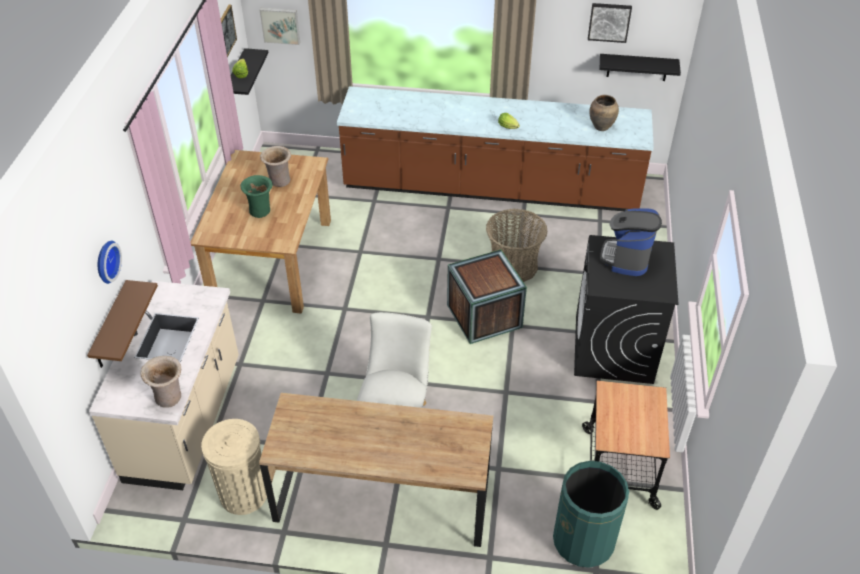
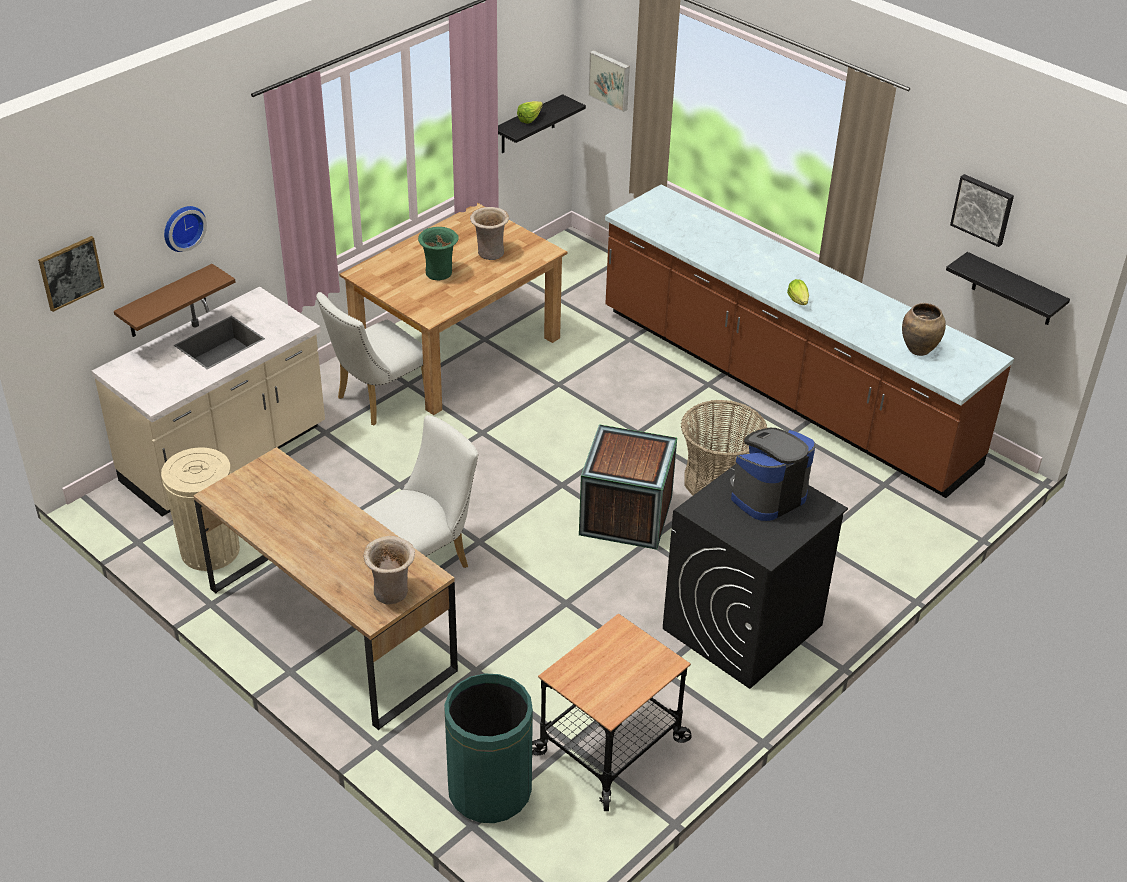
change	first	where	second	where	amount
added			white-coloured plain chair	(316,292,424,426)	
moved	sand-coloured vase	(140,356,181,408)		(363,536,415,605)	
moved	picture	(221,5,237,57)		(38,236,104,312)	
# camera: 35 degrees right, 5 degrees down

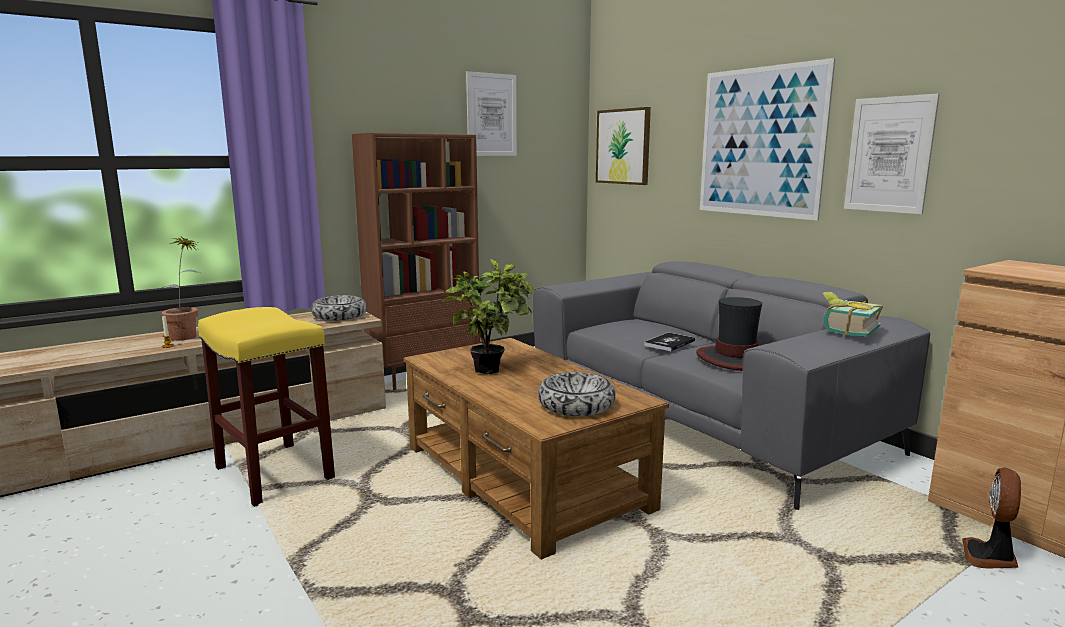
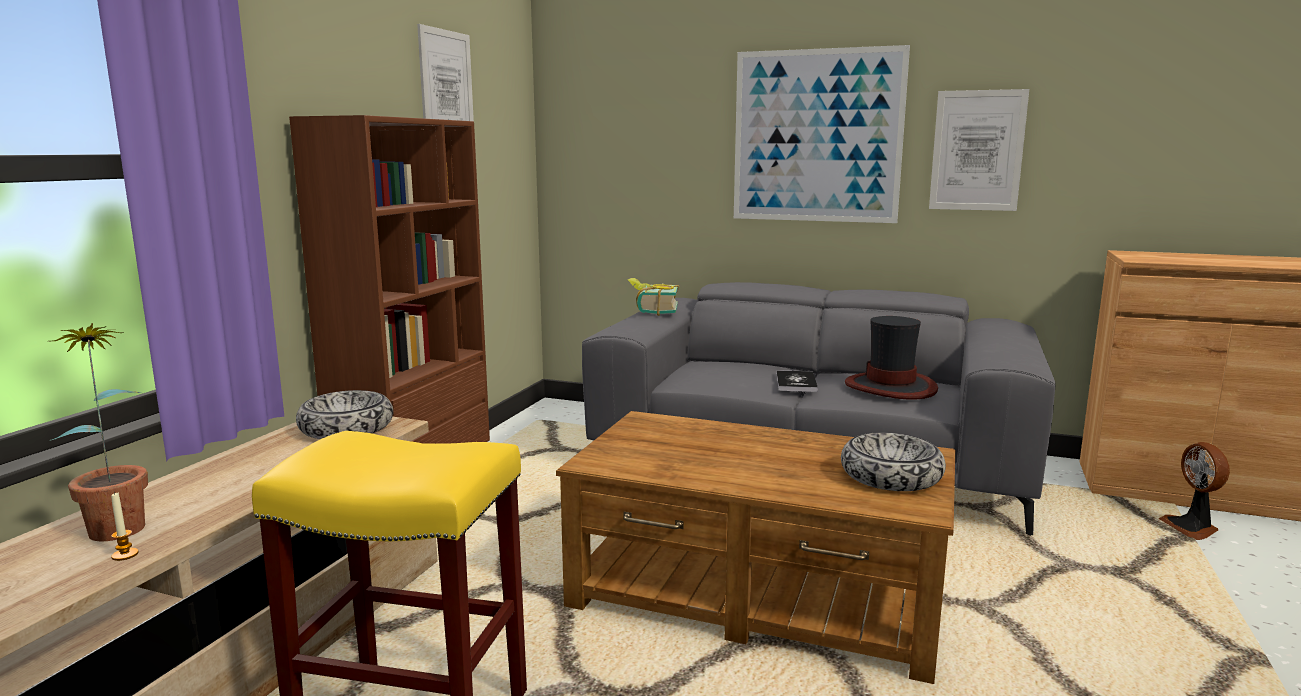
change	first	where	second	where	amount
removed	plant in a pot	(442,259,535,374)			
removed	picture	(596,107,651,185)			
moved	book	(823,291,883,337)		(628,278,679,316)	
# camera: 35 degrees left, 0 degrees up

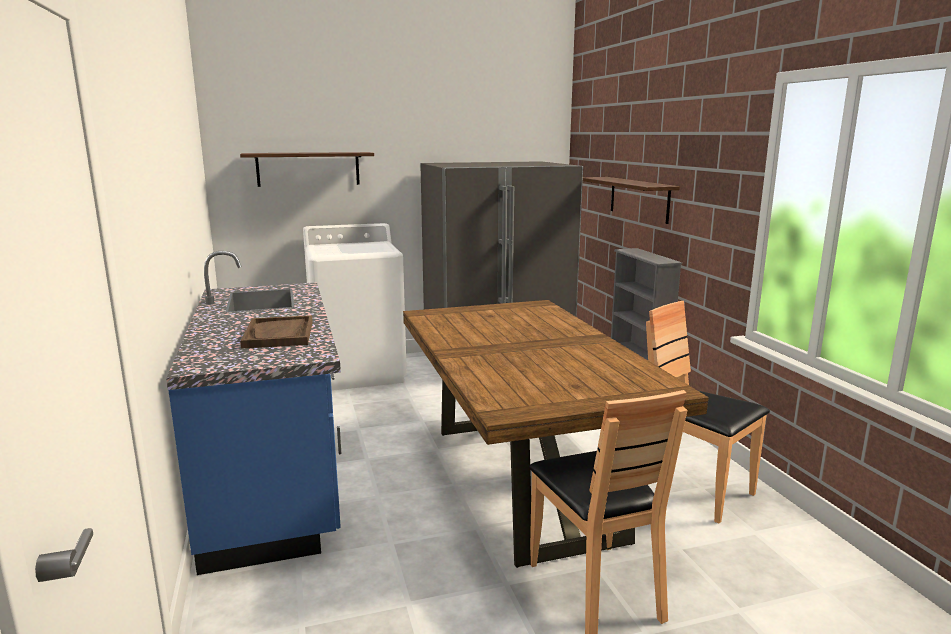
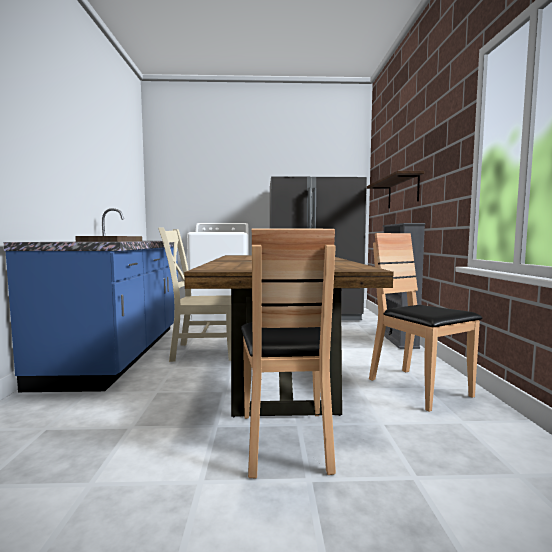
change	first	where	second	where	amount
removed	wall shelf	(240,152,374,187)			
added			sand-coloured plain chair	(158,228,231,362)	
# camera: 15 degrees right, 10 degrees down

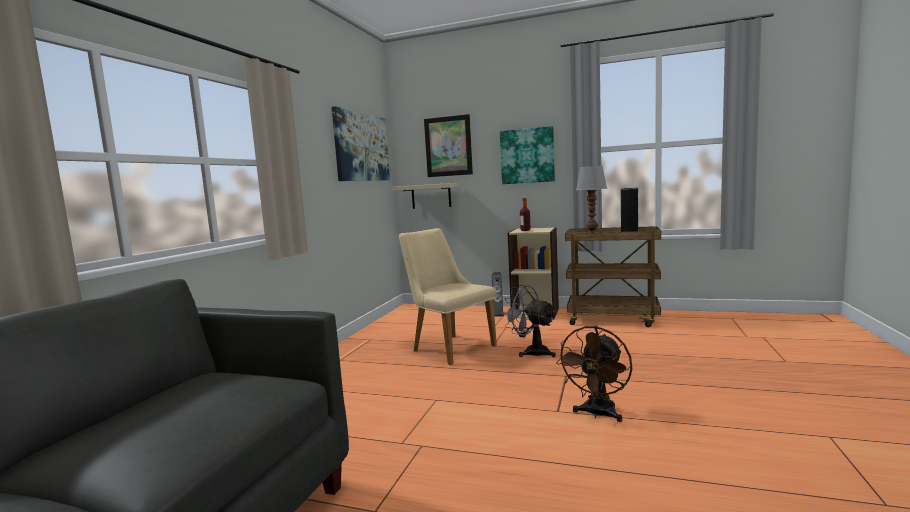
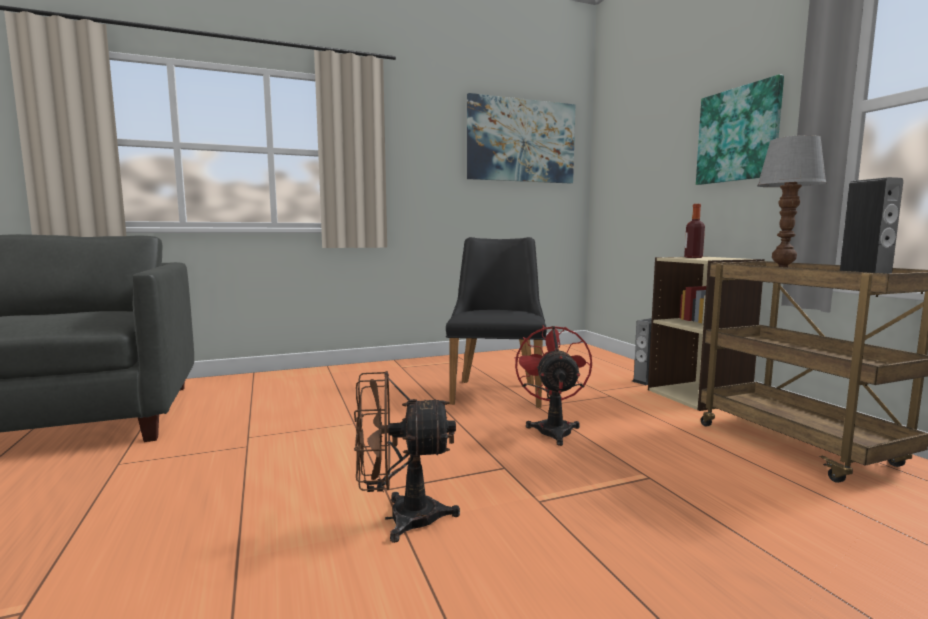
change	first	where	second	where	amount
removed	sand-coloured wall shelf	(393,183,458,209)			
removed	picture	(424,114,473,177)			
recoloured	sand-coloured plain chair	(399,228,497,365)	blackish plain chair	(446,237,547,408)	
recoloured	grey fan	(502,285,556,357)	reddish fan	(515,326,592,446)	
# camera: 50 degrees right, 0 degrees up

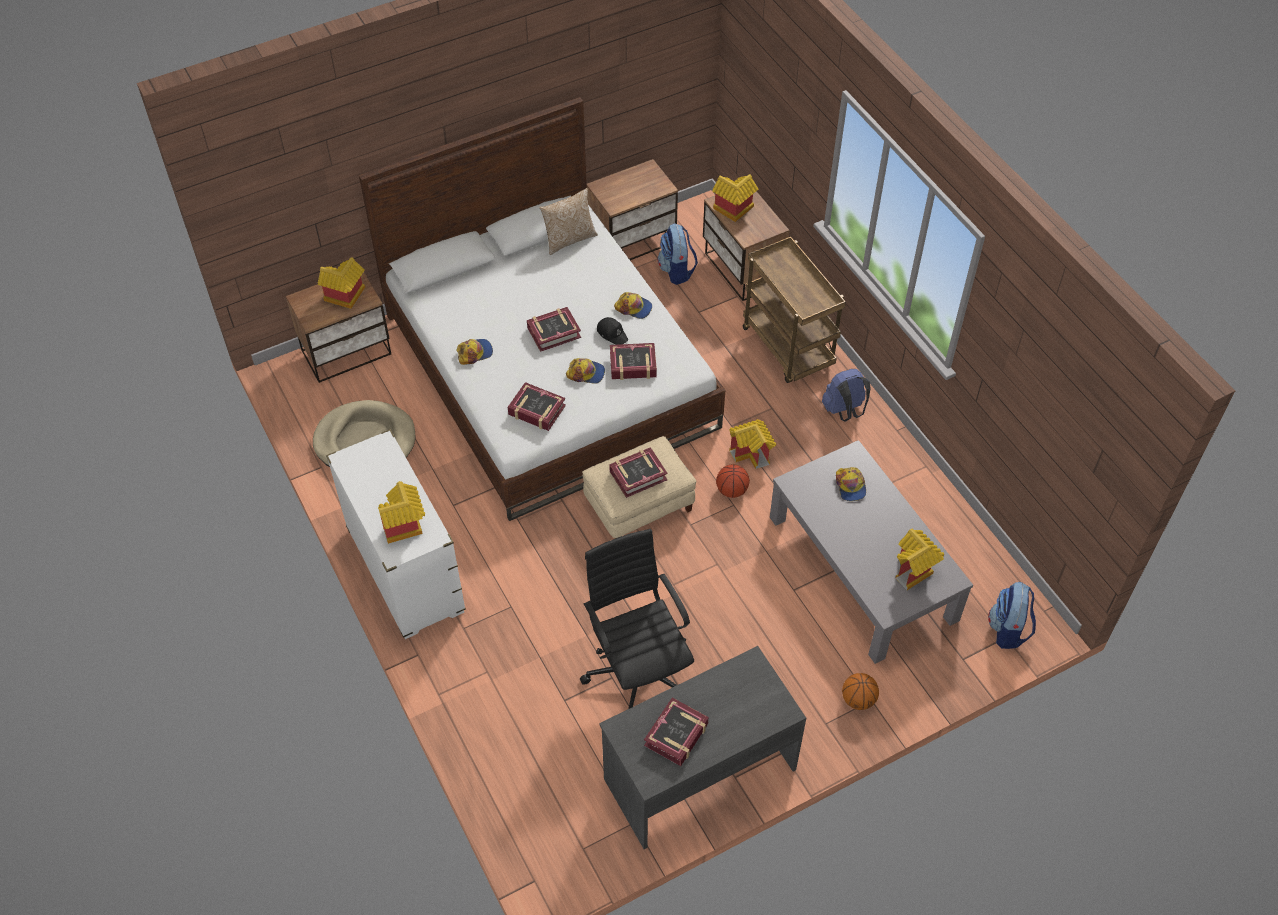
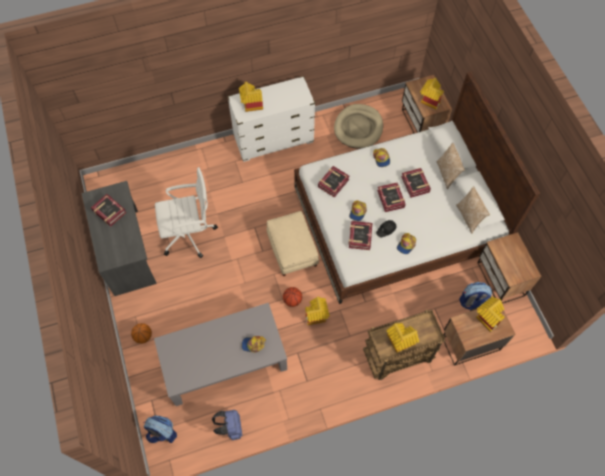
change	first	where	second	where	amount
added			pillow	(437,143,465,189)	
moved	book	(609,447,668,498)		(401,168,431,198)	
moved	blue-coloured backpack	(822,369,871,422)		(212,410,242,440)	
moved	toy house	(896,528,944,590)		(386,323,419,353)	
recoloured	blackish computer chair	(580,529,694,709)	white-coloured computer chair	(155,167,218,258)	
# camera: 100 degrees right, 10 degrees up

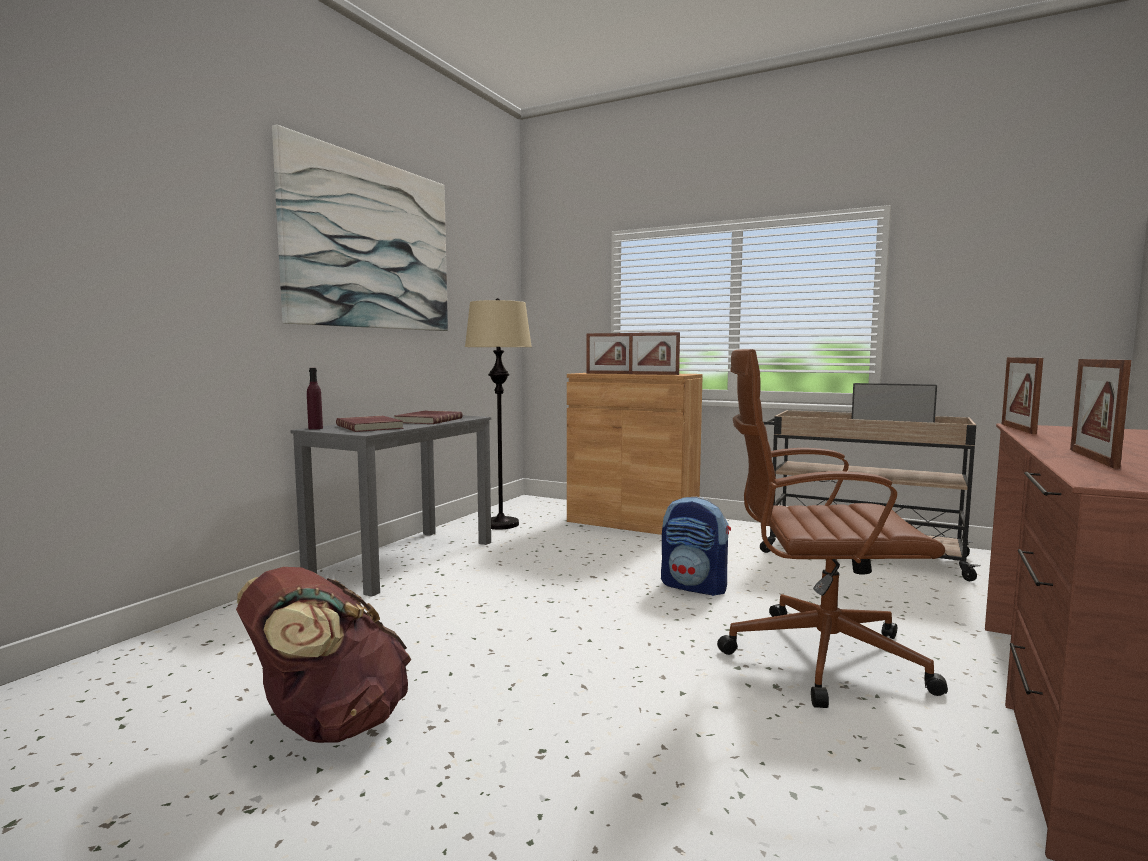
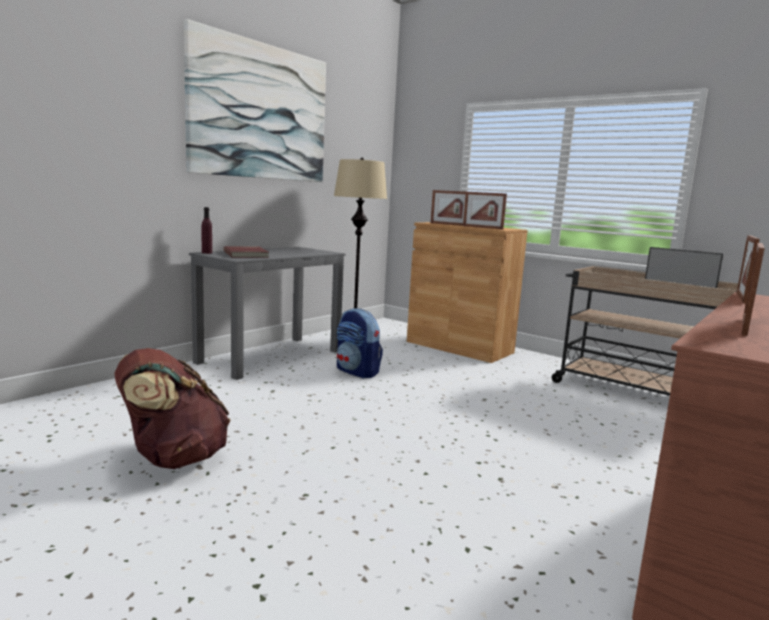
change	first	where	second	where	amount
removed	reddish book	(394,411,462,424)			
removed	brownish computer chair	(717,349,948,708)			
moved	backpack	(661,497,731,596)		(337,308,383,378)	
# camera: 10 degrees right, 5 degrees up

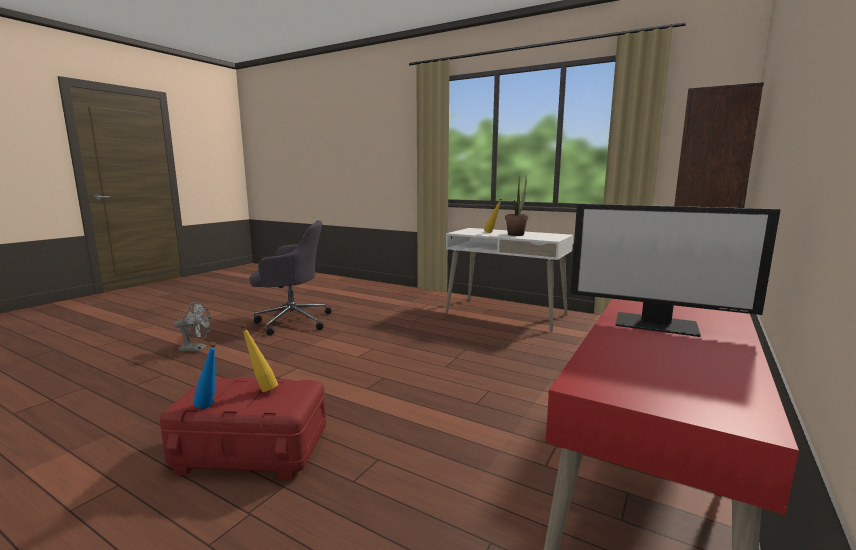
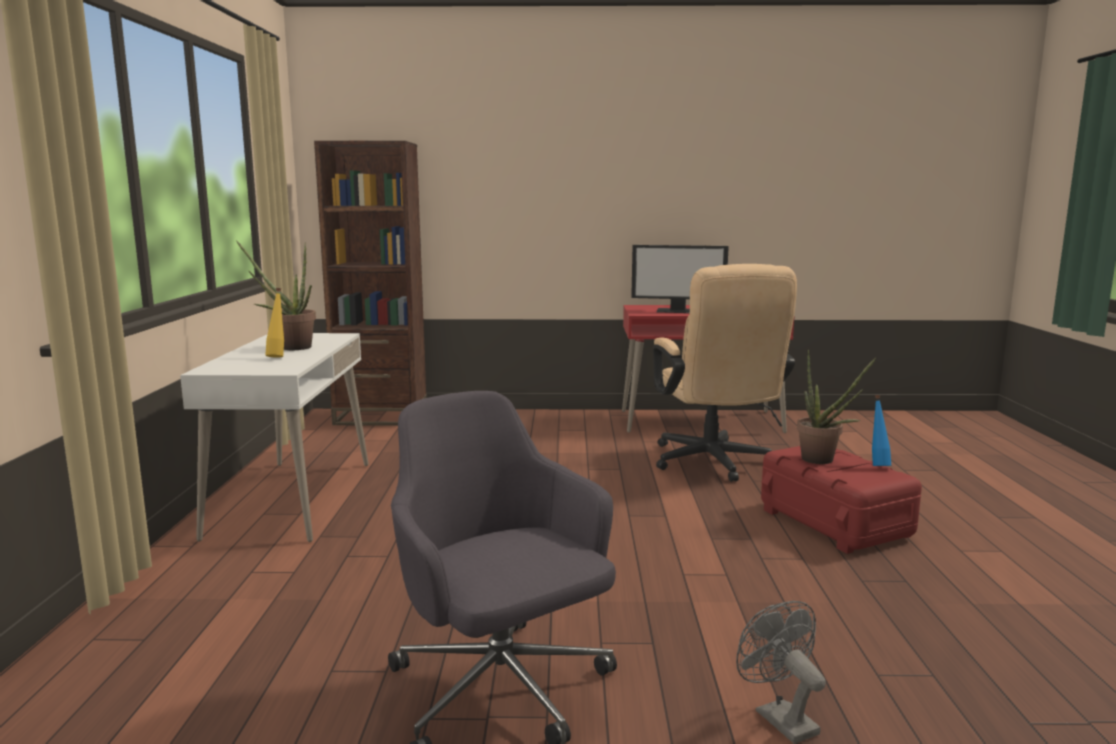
change	first	where	second	where	amount
added			sand-coloured computer chair	(653,264,797,482)	
replaced	yellowish bottle	(241,325,278,392)	plant in a pot	(797,350,876,464)	
turned	monitor	(570,204,781,337)		(631,245,729,313)	105 degrees clockwise
# camera: 120 degrees left, 0 degrees up

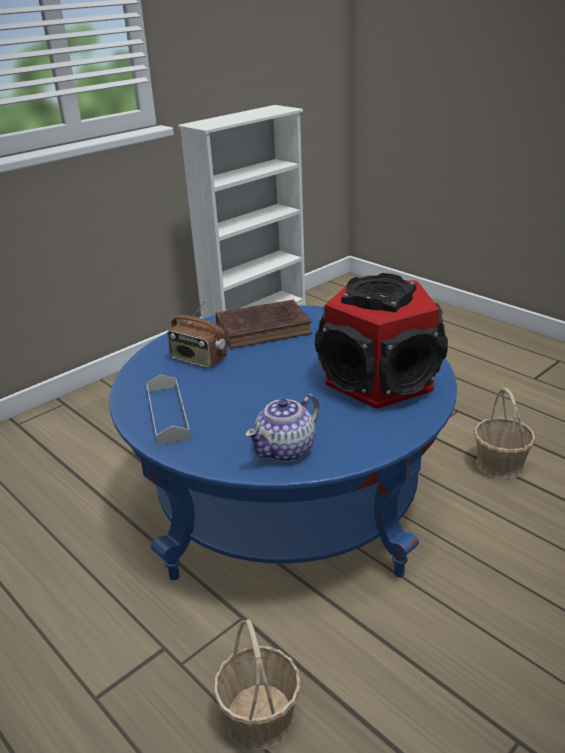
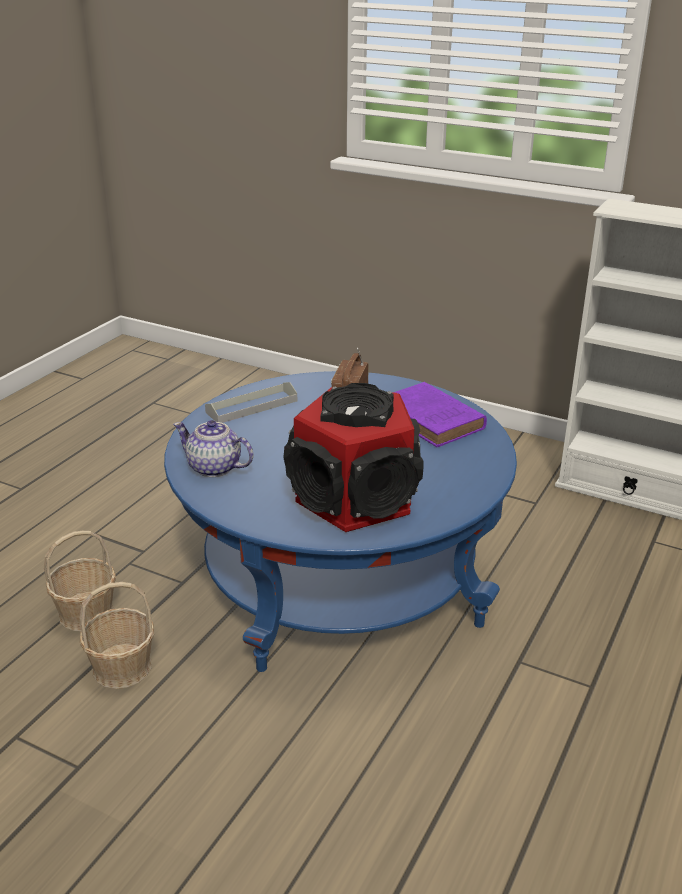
change	first	where	second	where	amount
moved	household basket	(474,388,535,479)		(80,582,154,689)	
recoloured	brownish book	(216,299,312,349)	purple-coloured book	(393,382,487,447)	
# camera: 70 degrees right, 0 degrees up

